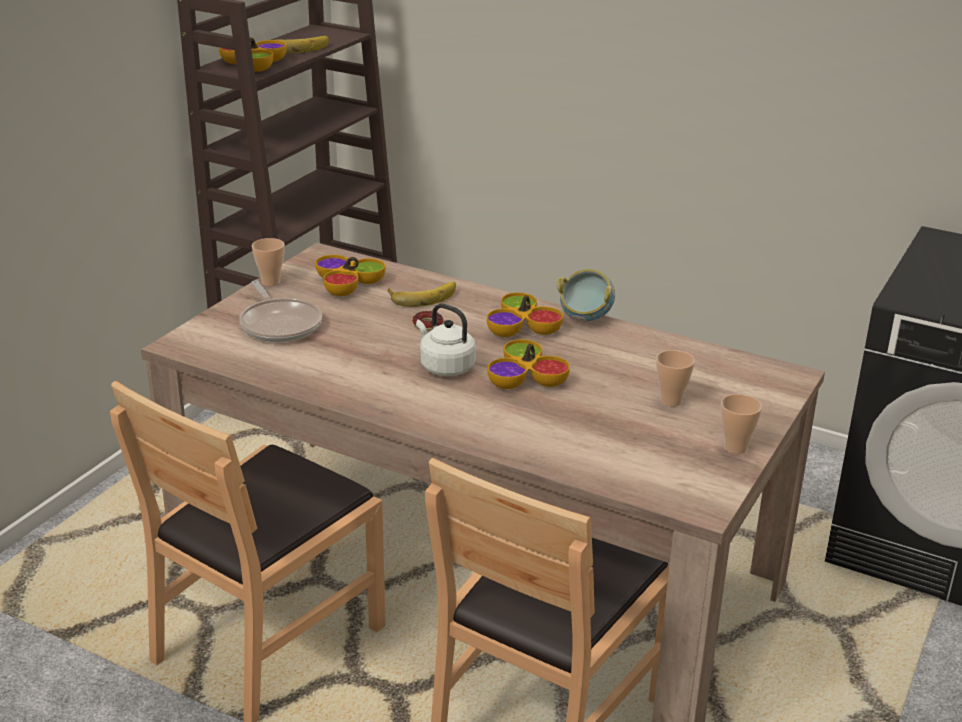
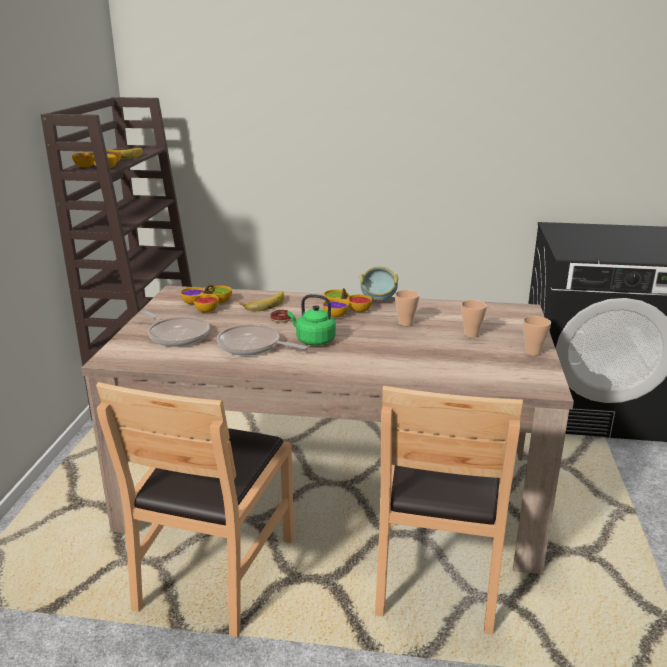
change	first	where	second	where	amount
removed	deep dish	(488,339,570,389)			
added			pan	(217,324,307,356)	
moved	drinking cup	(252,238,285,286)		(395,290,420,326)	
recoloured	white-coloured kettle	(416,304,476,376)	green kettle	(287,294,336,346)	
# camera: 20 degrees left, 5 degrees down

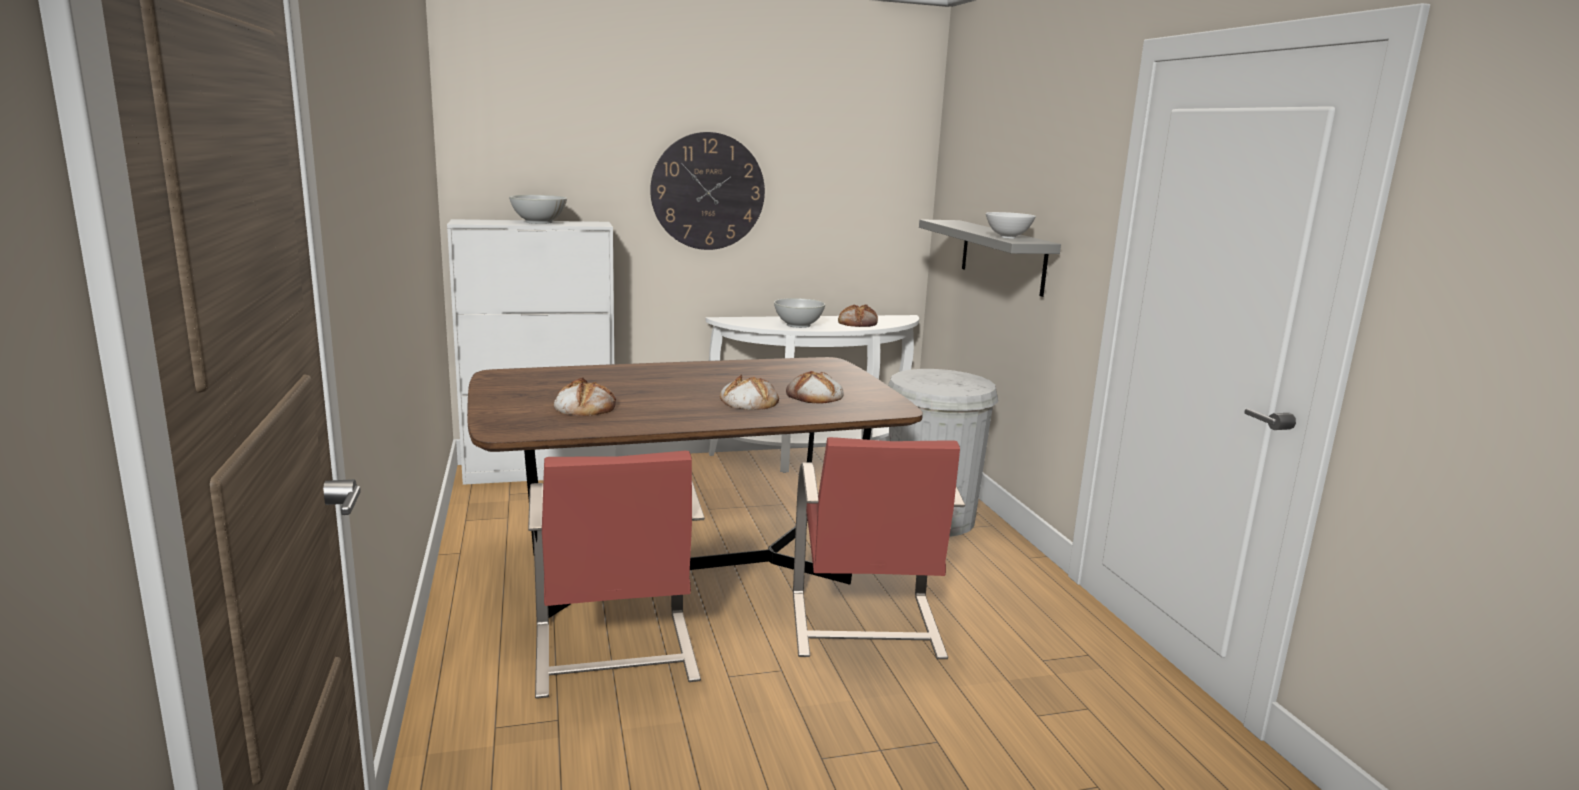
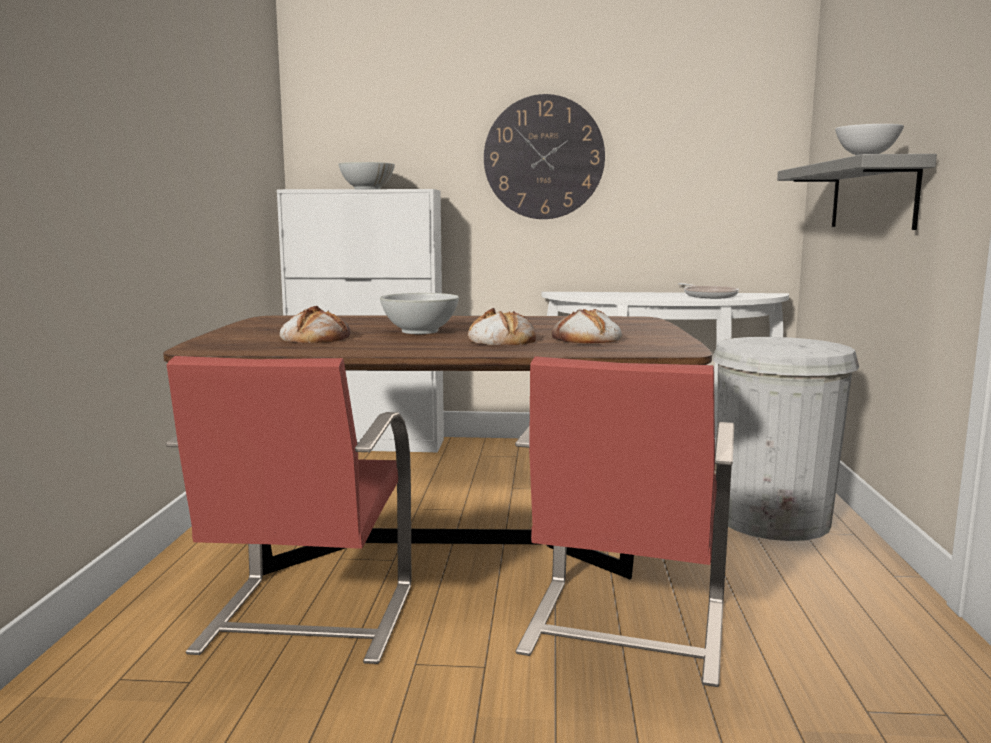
change	first	where	second	where	amount
moved	white-coloured deep dish	(774,298,825,328)		(380,293,459,334)	
replaced	bakery bread	(838,304,878,327)	pan	(678,283,739,298)	
# camera: 20 degrees right, 5 degrees down

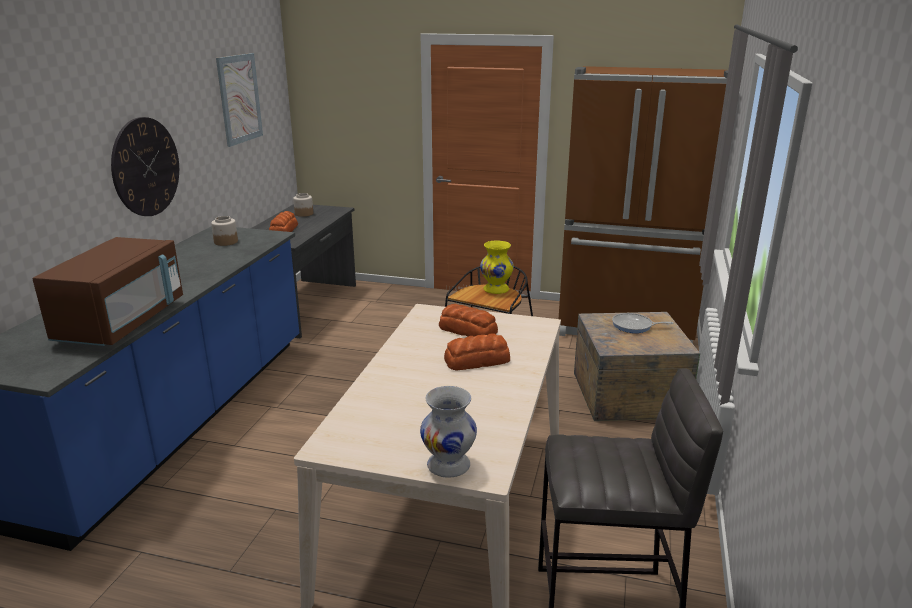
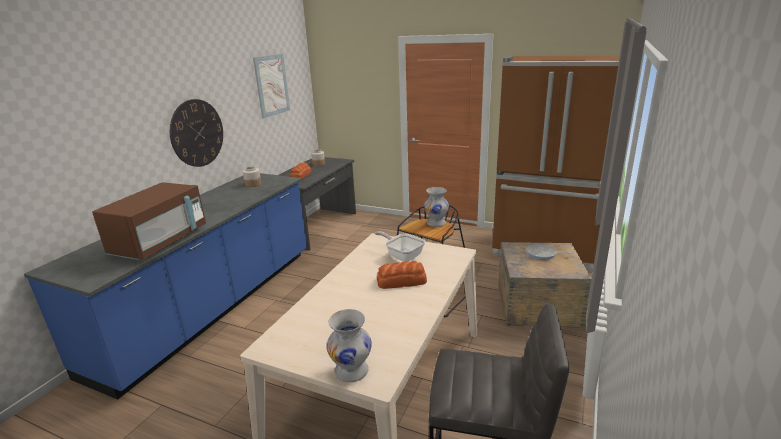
change	first	where	second	where	amount
replaced	bakery bread	(439,304,498,337)	pan	(375,231,426,262)	
recoloured	yellowish vase	(480,240,514,294)	white-coloured vase	(424,187,449,227)	
# camera: 10 degrees right, 0 degrees up

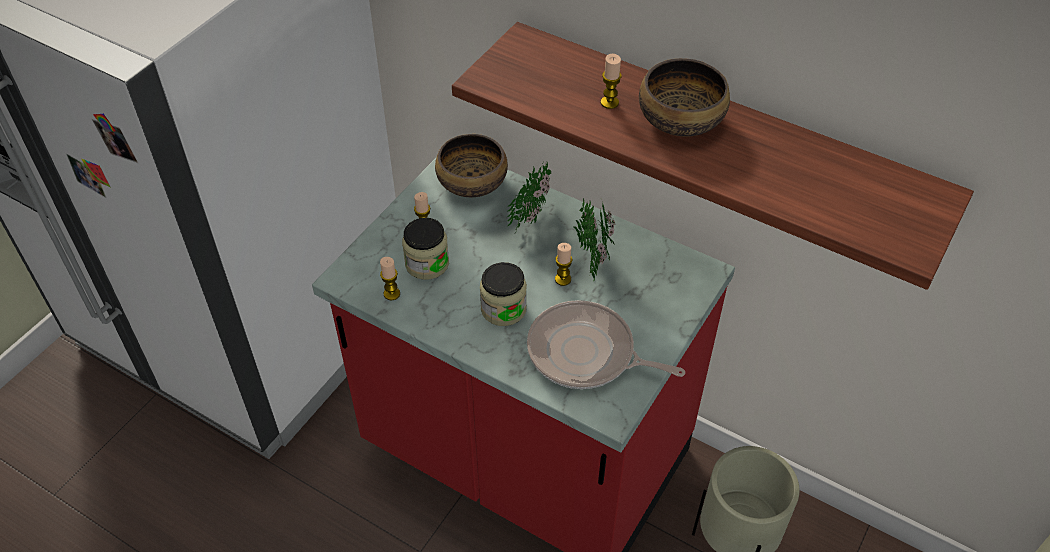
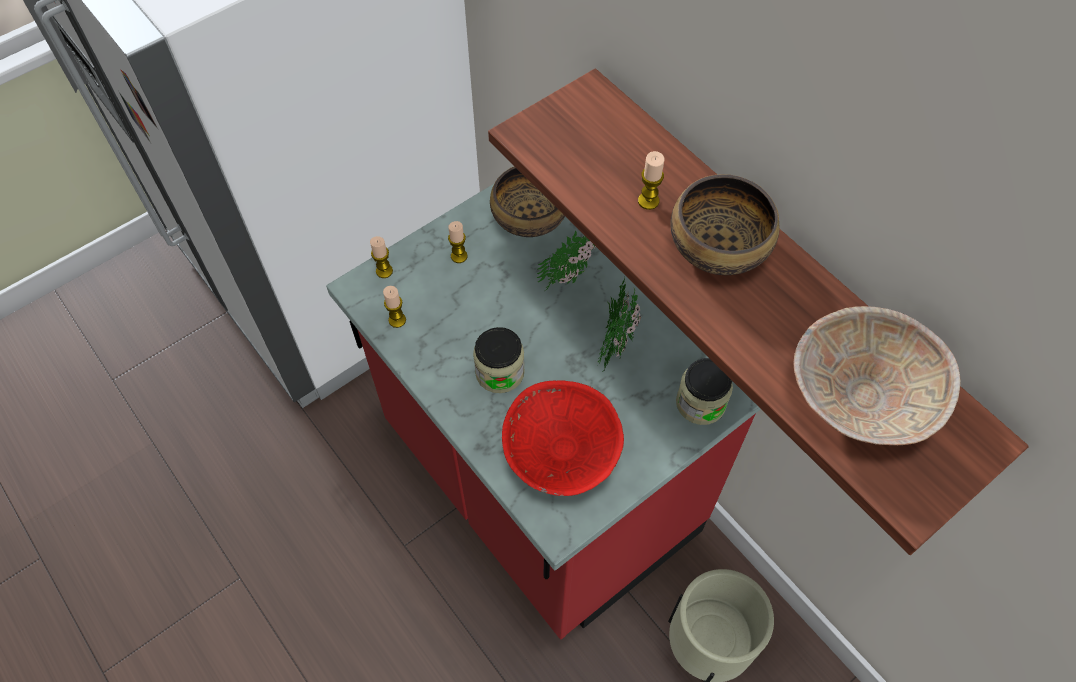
change	first	where	second	where	amount
added			sand-coloured deep dish	(793,306,961,445)	
moved	preserve jar	(402,218,449,280)		(676,358,733,425)	
moved	candle	(555,243,572,286)		(370,236,393,278)	
replaced	pan	(527,300,685,389)	reddish deep dish	(502,380,624,496)	
# camera: 20 degrees right, 10 degrees up

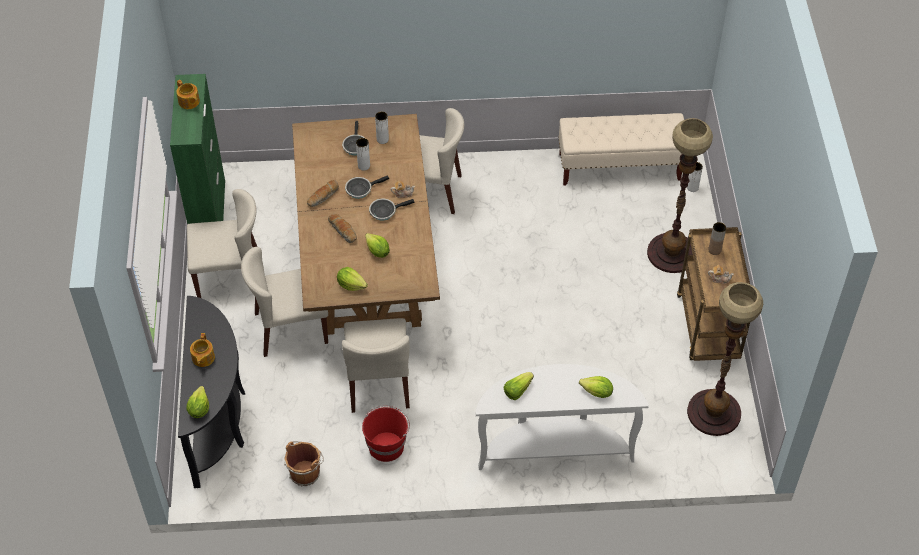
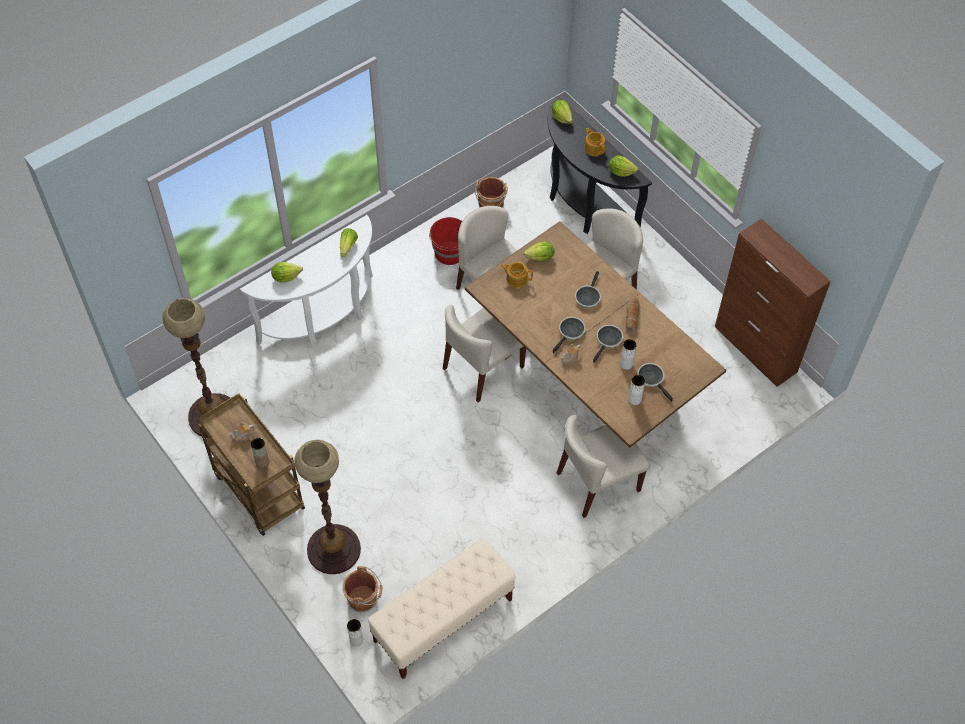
change	first	where	second	where	amount
added			brownish bucket	(342,566,382,612)	
moved	teapot	(176,80,200,109)		(501,262,533,288)	
moved	sand-coloured plain chair	(187,189,257,298)		(443,305,526,402)	
moved	head of lettuce	(365,233,390,258)		(609,155,639,176)	
replaced	bakery bread	(328,214,357,243)	pan	(575,271,601,308)	
recoloured	green cabinet	(170,74,225,224)	brownish cabinet	(715,219,831,387)	
# camera: 145 degrees right, 5 degrees up

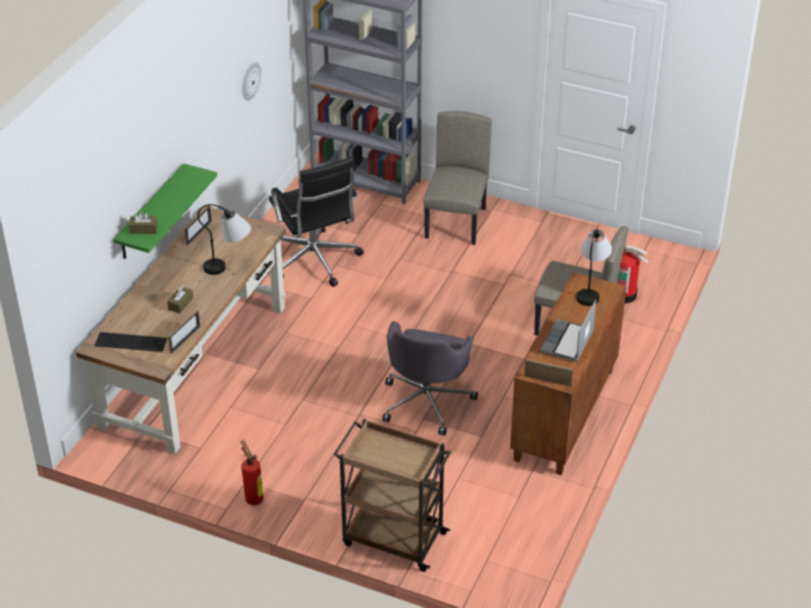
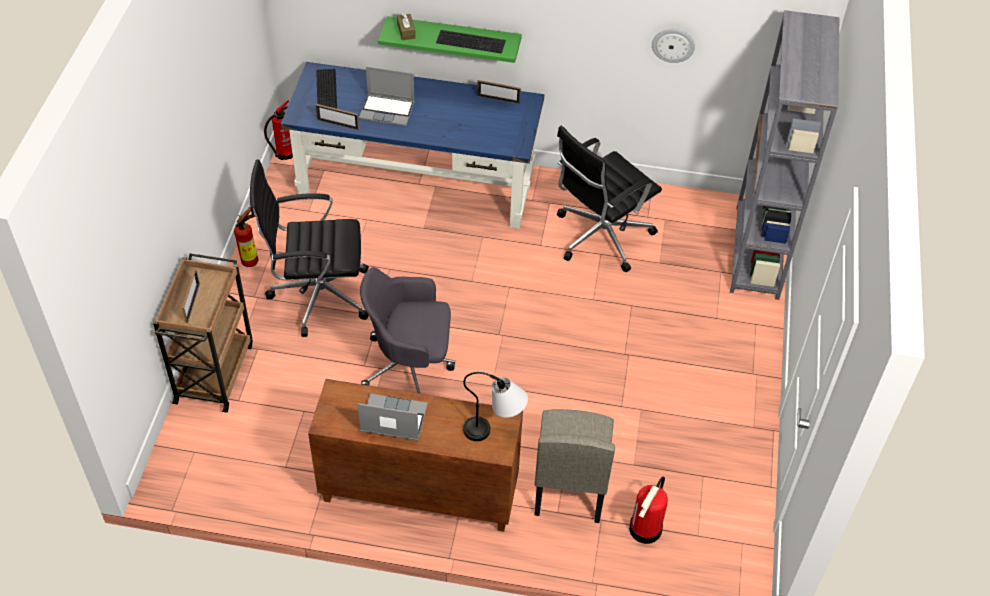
change	first	where	second	where	amount
removed	lamp for a table	(198,204,251,275)			
removed	sand-coloured plain chair	(423,111,492,245)			
added			blackish computer chair	(250,159,369,337)	
added			extinguisher	(264,100,293,160)	
added			computer keyboard	(436,30,506,53)	
moved	photo frame	(524,359,573,387)		(182,269,200,323)	
replaced	brownish tissue holder	(167,286,193,313)	laptop	(359,67,415,126)	
recoloured	brownish desk table	(76,206,286,454)	blue-coloured desk table	(281,62,544,229)	
# camera: 75 degrees right, 10 degrees up

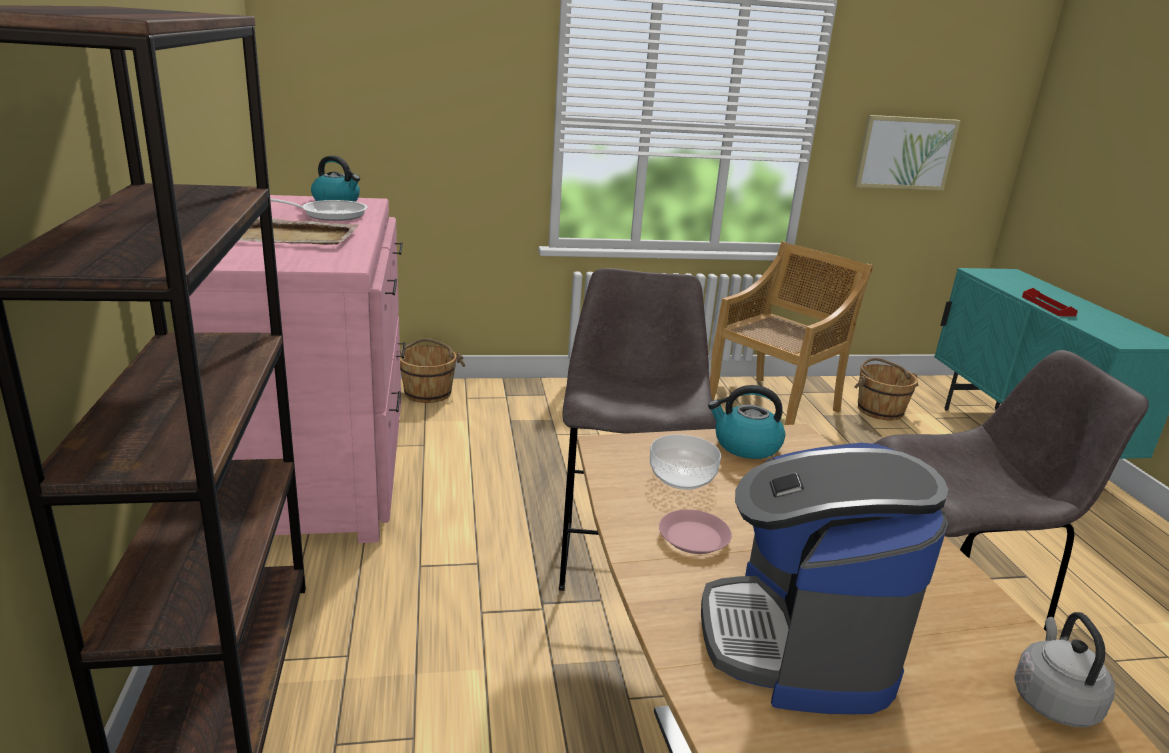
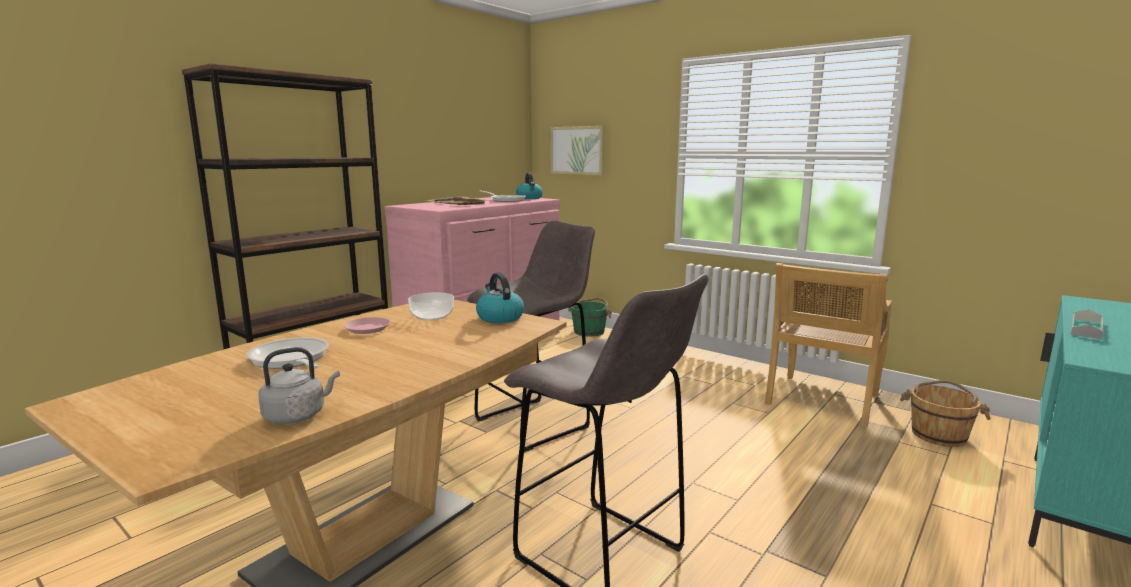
change	first	where	second	where	amount
moved	picture	(854,115,961,190)		(550,126,605,175)	
replaced	coffee maker	(701,443,949,714)	pan	(247,337,329,369)	
recoloured	brownish bucket	(400,338,465,403)	green bucket	(568,298,612,337)	
recoloured	reddish tray	(1022,288,1078,317)	grey tray	(1071,309,1104,340)	
turned	sand-coloured plain chair	(710,241,873,425)		(765,263,892,428)	120 degrees clockwise
# camera: 50 degrees right, 10 degrees down

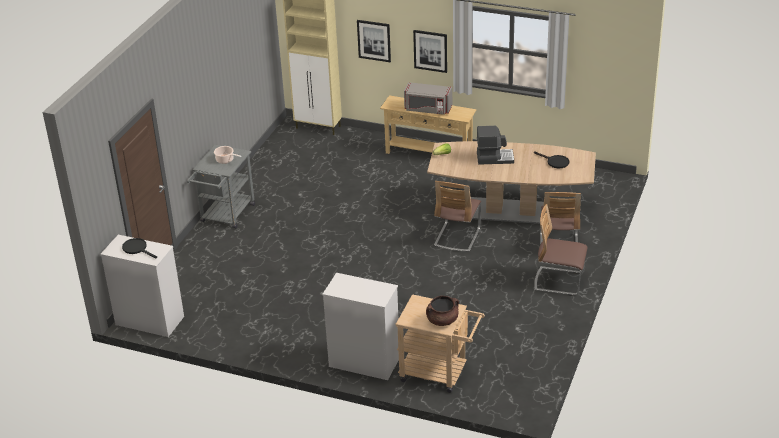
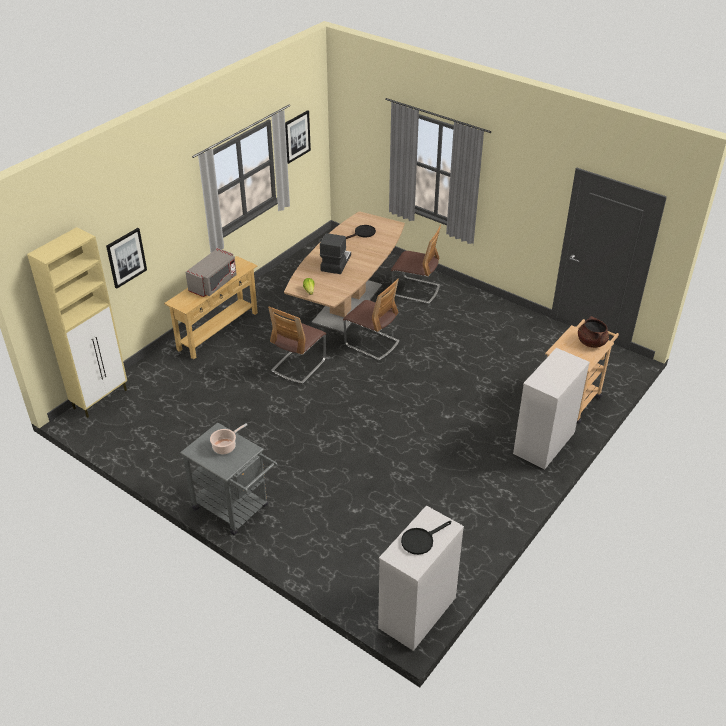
change	first	where	second	where	amount
moved	picture	(413,30,447,73)		(285,110,311,164)	
moved	plain chair	(534,204,587,296)		(268,307,326,384)	
# camera: 75 degrees left, 5 degrees up

